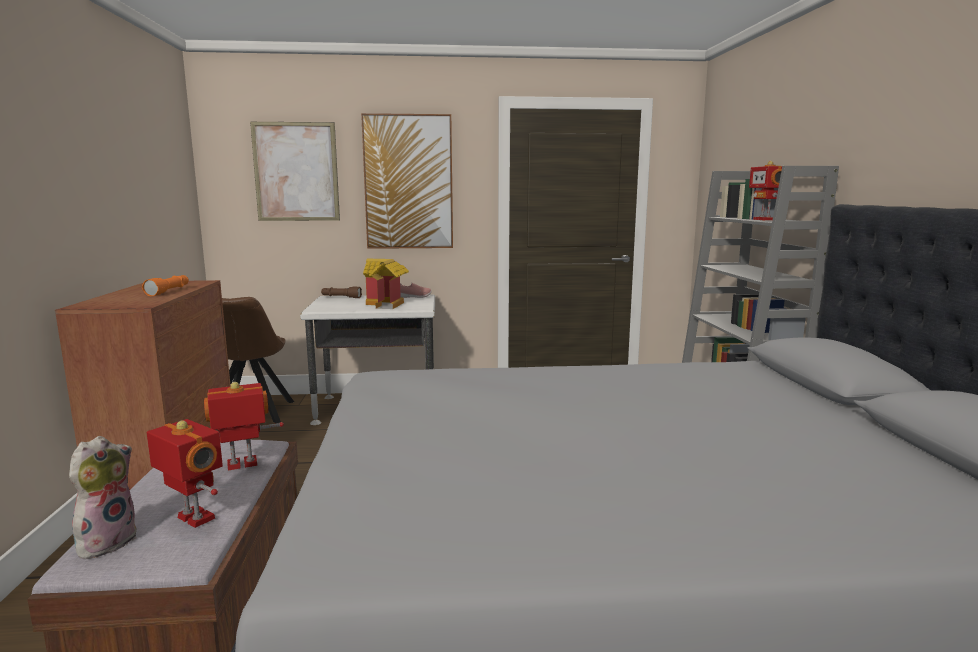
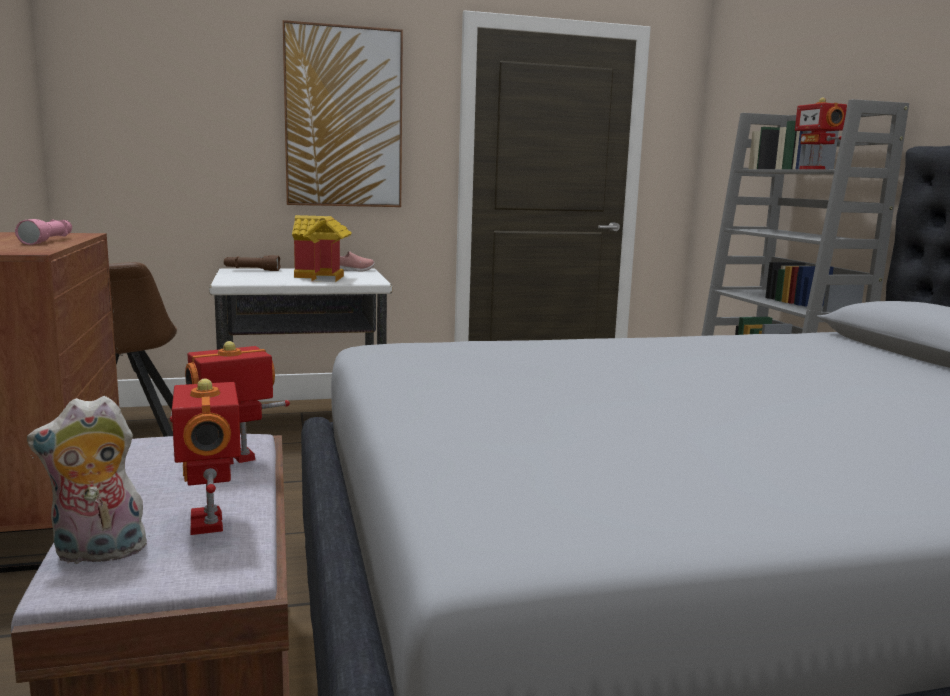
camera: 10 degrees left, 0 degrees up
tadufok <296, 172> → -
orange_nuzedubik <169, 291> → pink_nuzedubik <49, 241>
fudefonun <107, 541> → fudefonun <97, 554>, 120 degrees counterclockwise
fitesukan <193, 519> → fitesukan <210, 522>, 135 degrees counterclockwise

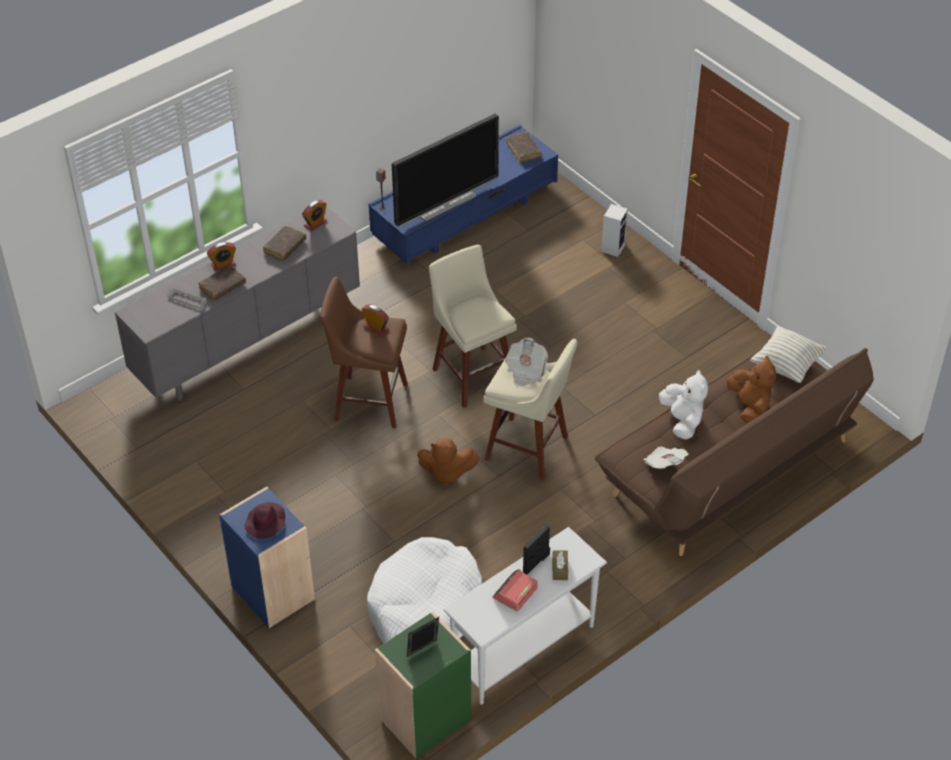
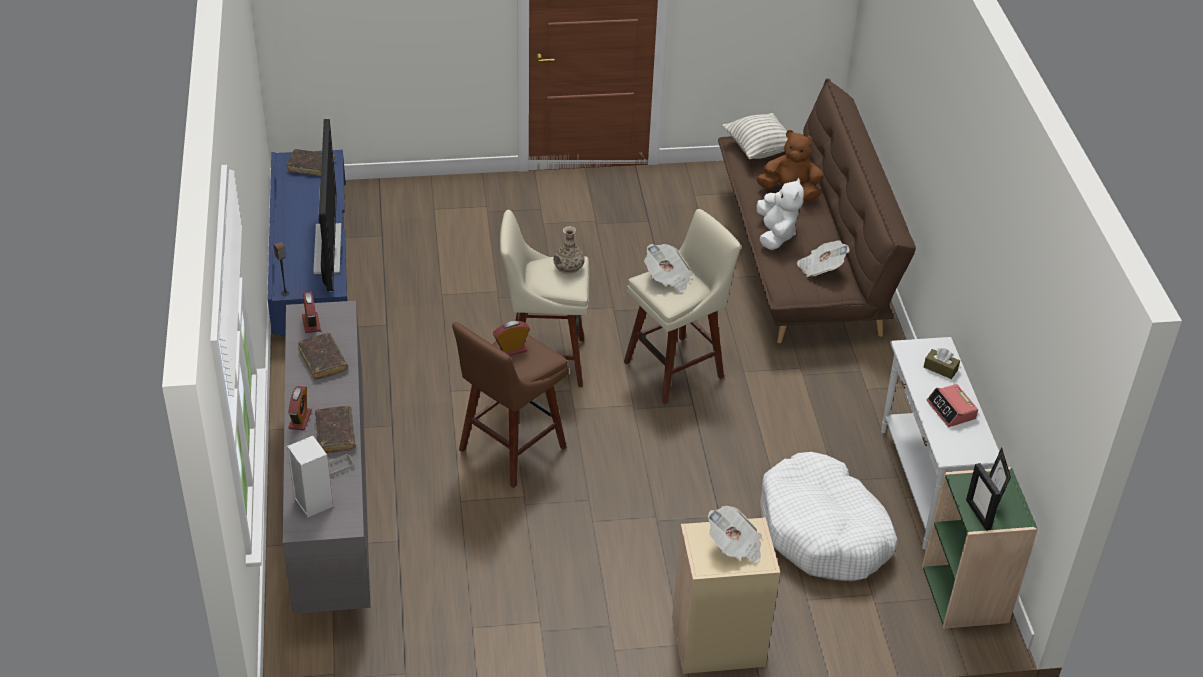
camera: 60 degrees left, 5 degrees down
brown_fudefonun <446, 472> → -
- → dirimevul <568, 267>
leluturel <536, 563> → leluturel <979, 514>, moved
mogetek <613, 247> → mogetek <311, 501>, moved
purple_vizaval <265, 523> → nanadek <735, 546>
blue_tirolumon <271, 592> → beige_tirolumon <717, 643>
white_fudefonun <682, 421> → white_fudefonun <775, 235>, 75 degrees clockwise

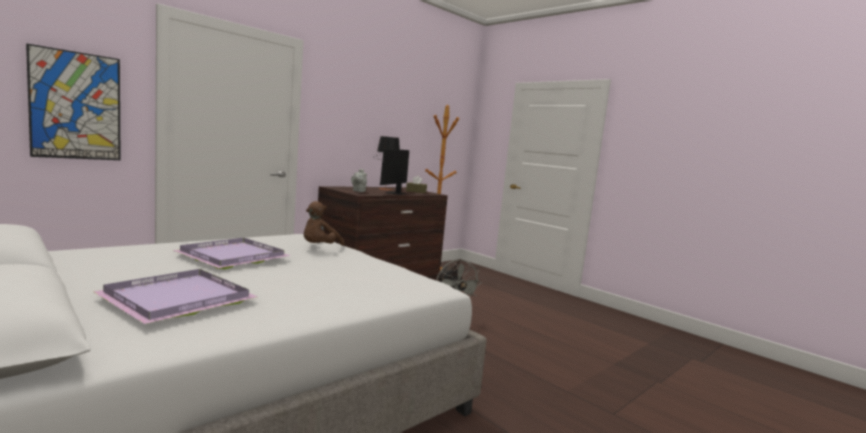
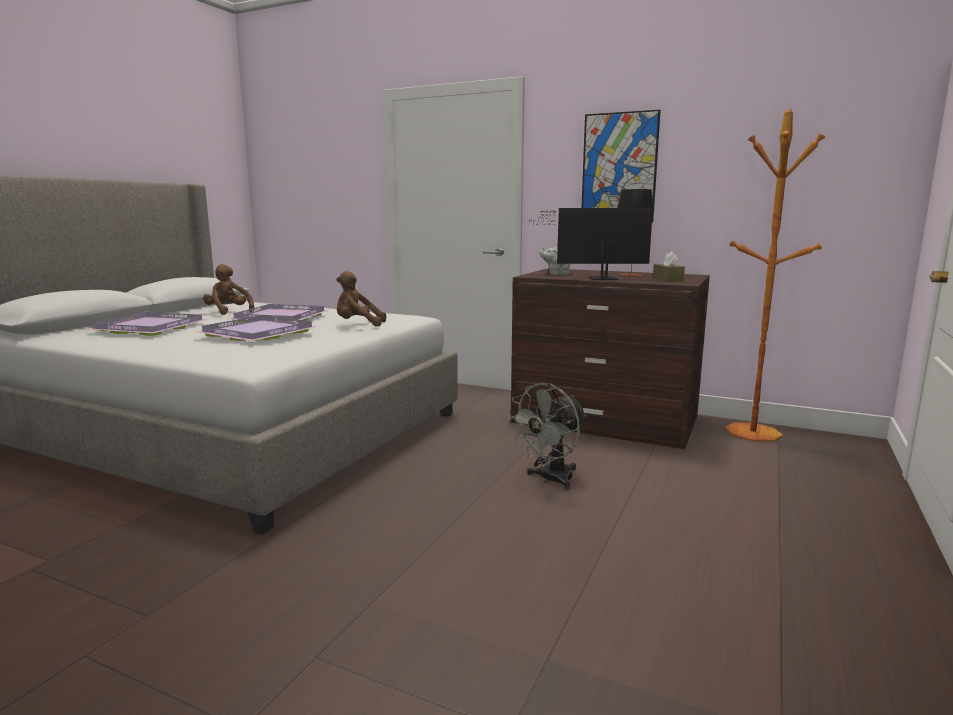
camera: 70 degrees right, 5 degrees up
- → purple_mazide <256, 333>
- → brown_fudefonun <229, 312>
tadufok <76, 106> → tadufok <619, 168>, moved

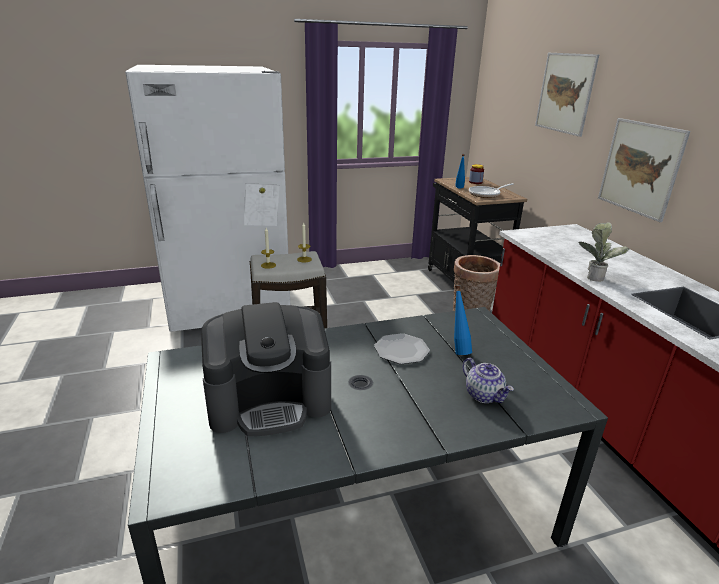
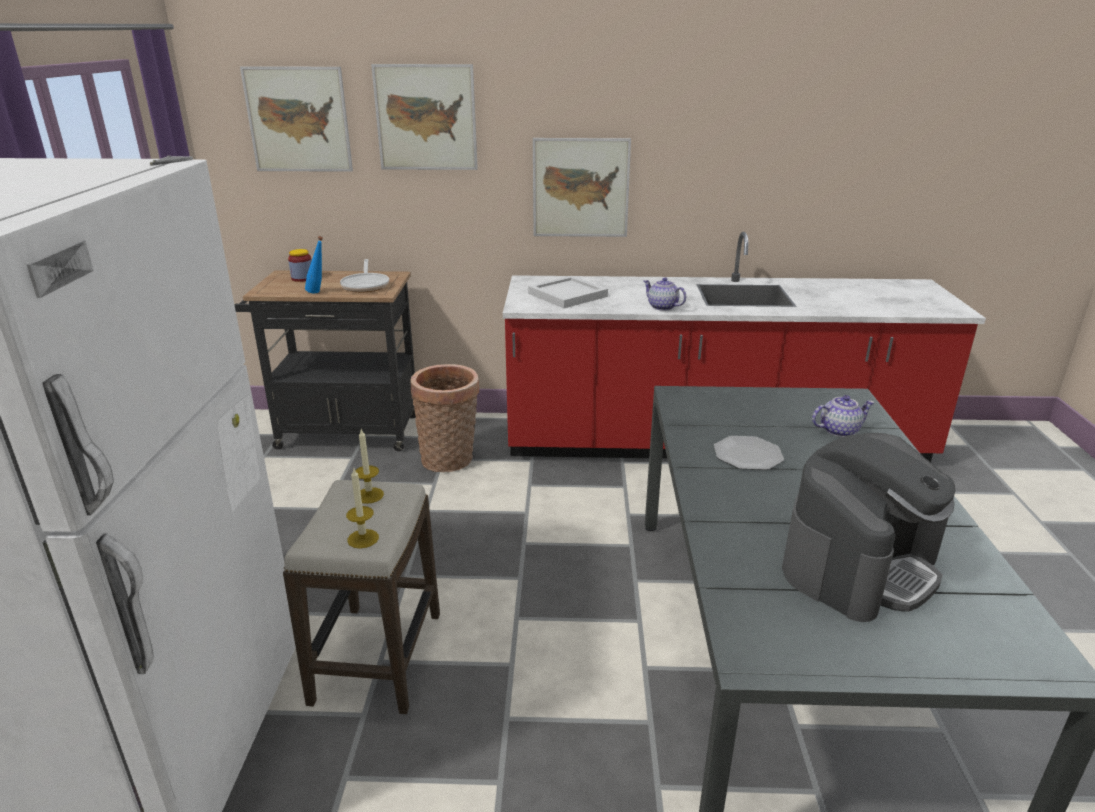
camera: 70 degrees left, 0 degrees up
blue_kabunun <458, 350> → -
- → tadufok <298, 120>
- → white_mazide <567, 294>
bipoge <594, 276> → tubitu <662, 307>
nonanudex <270, 400> → nonanudex <859, 565>, 45 degrees clockwise

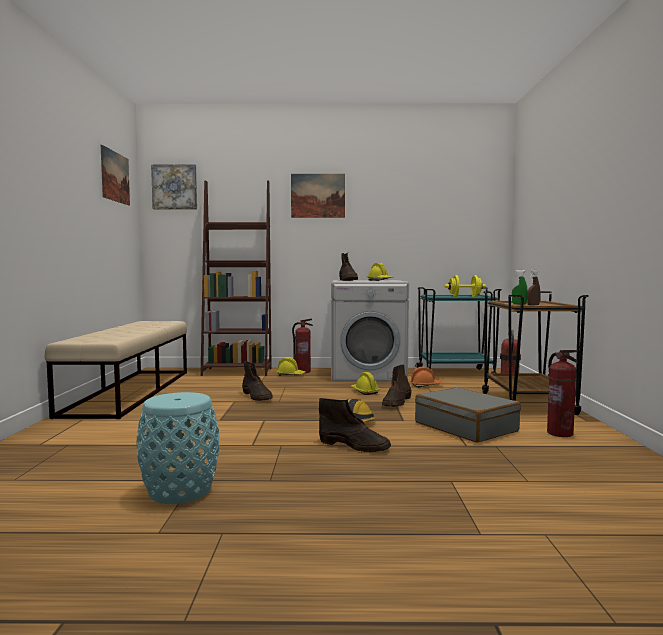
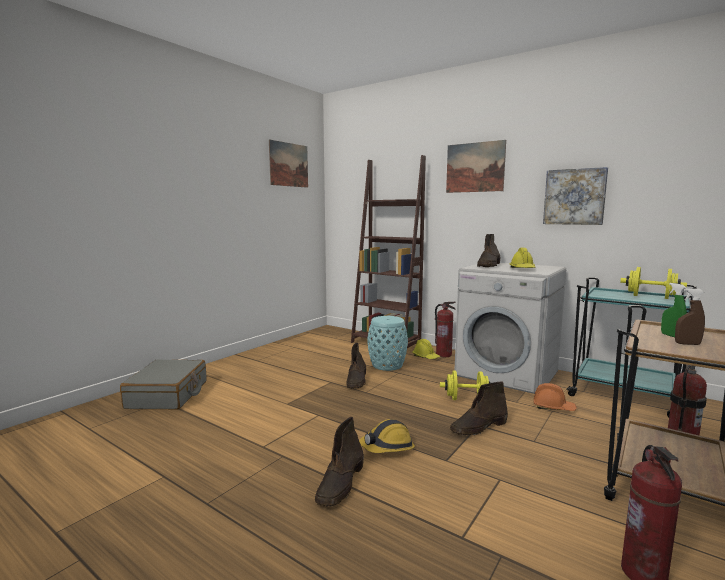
camera: 35 degrees right, 5 degrees up
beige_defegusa <131, 391> → -
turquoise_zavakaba <180, 491> → turquoise_zavakaba <387, 365>, moved
tadufok <175, 187> → tadufok <574, 197>, moved
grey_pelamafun <466, 427> → grey_pelamafun <168, 395>, moved
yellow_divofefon <364, 391> → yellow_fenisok <466, 399>
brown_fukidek <354, 446> → brown_fukidek <340, 484>, 45 degrees clockwise

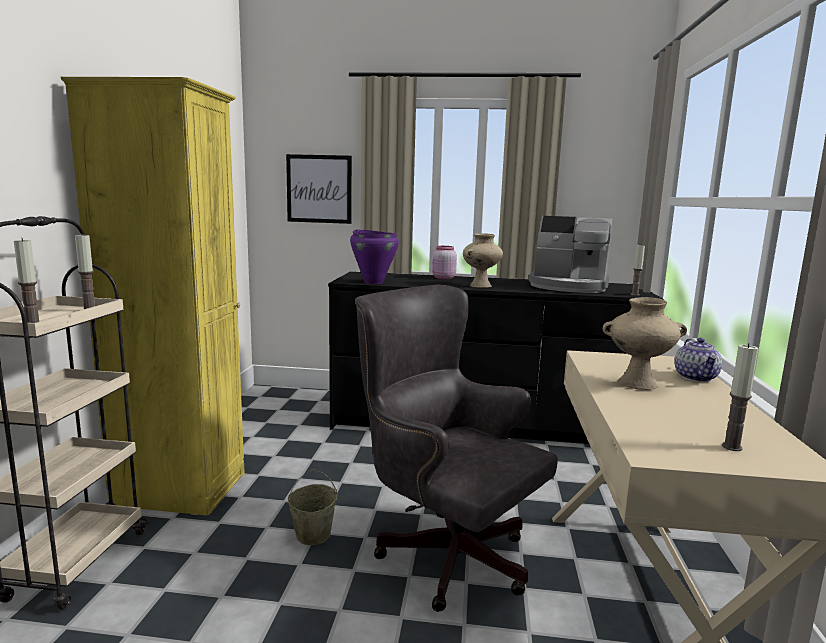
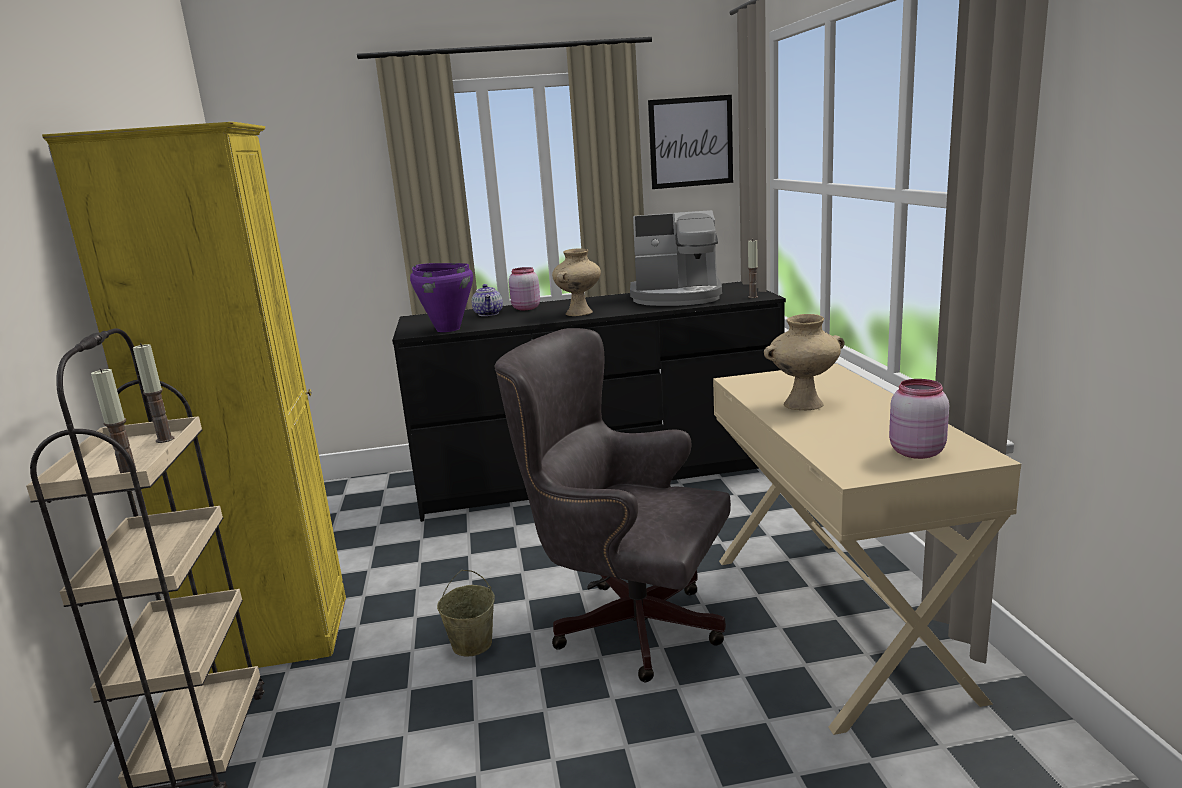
camera: 15 degrees left, 5 degrees up
tadufok <319, 189> → tadufok <691, 142>, moved
tubitu <696, 377> → tubitu <489, 314>, moved
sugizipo <732, 447> → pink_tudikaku <914, 452>

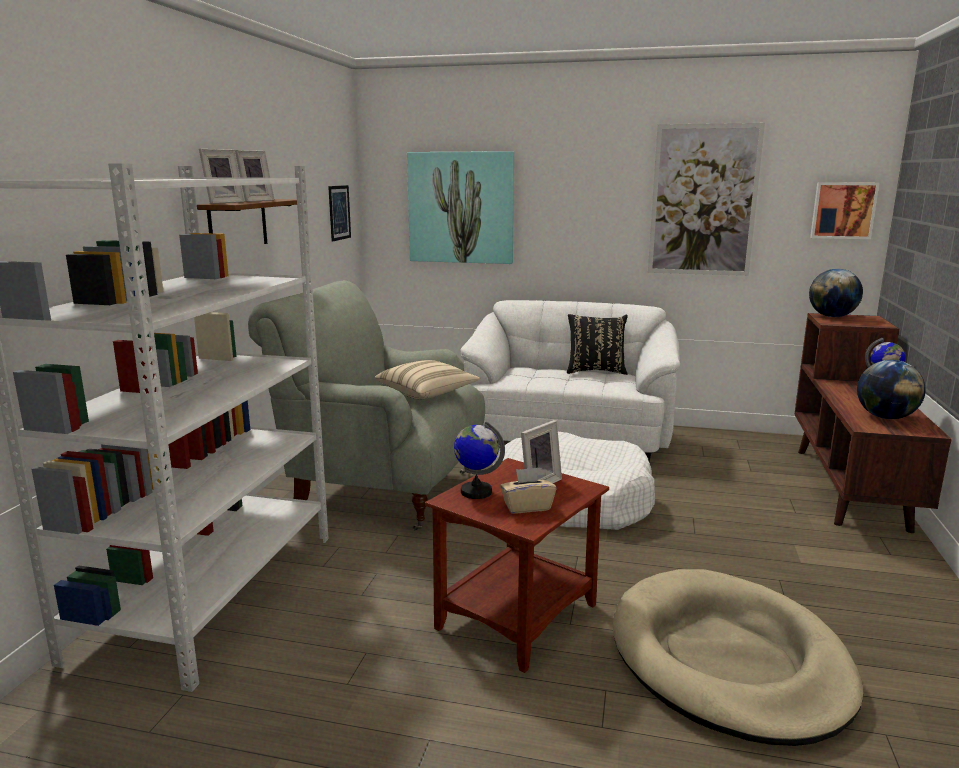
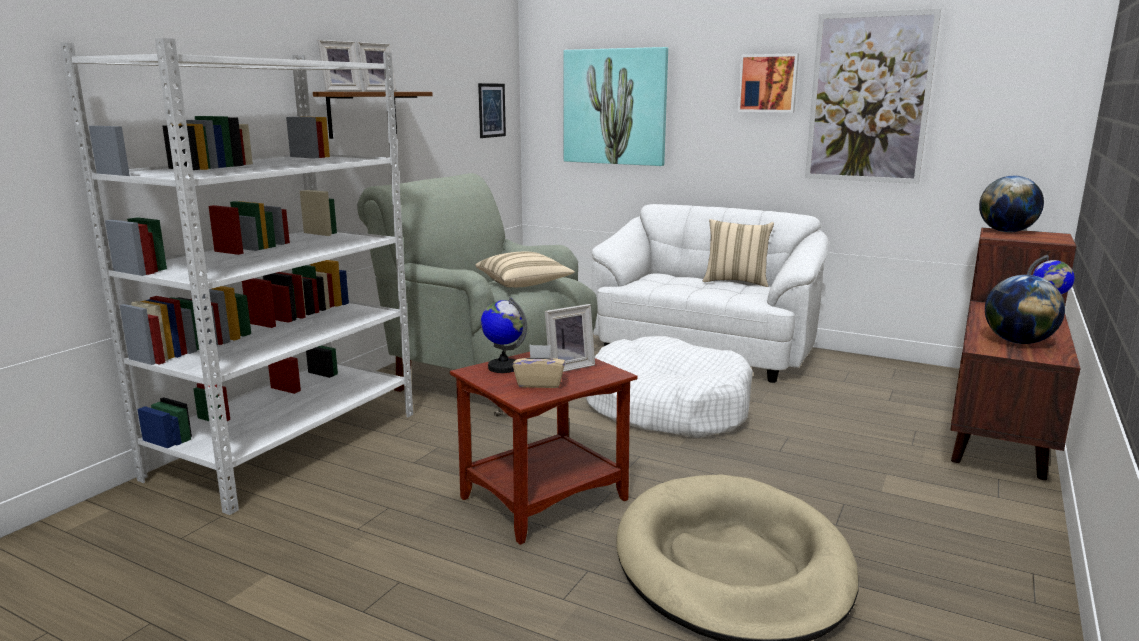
camera: 15 degrees right, 0 degrees up
tadufok <843, 210> → tadufok <768, 83>, moved
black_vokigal <595, 371> → beige_vokigal <736, 282>

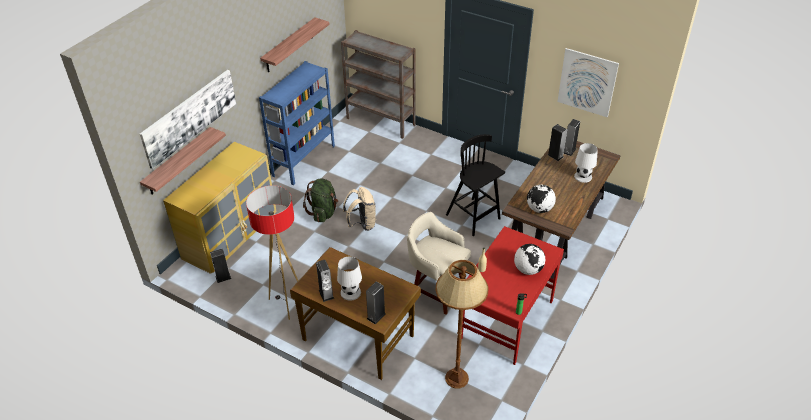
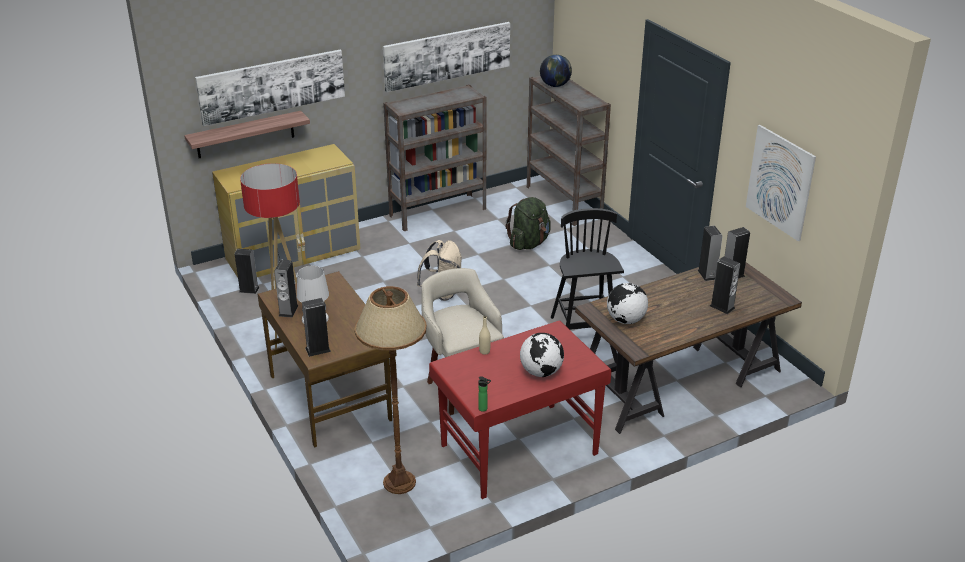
camera: 30 degrees right, 10 degrees down
- → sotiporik <555, 85>
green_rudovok <323, 212> → green_rudovok <529, 243>, moved
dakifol <289, 45> → tadufok <447, 55>
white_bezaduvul <583, 176> → mogetek <722, 307>
blue_tirolumon <304, 160> → grey_tirolumon <438, 212>

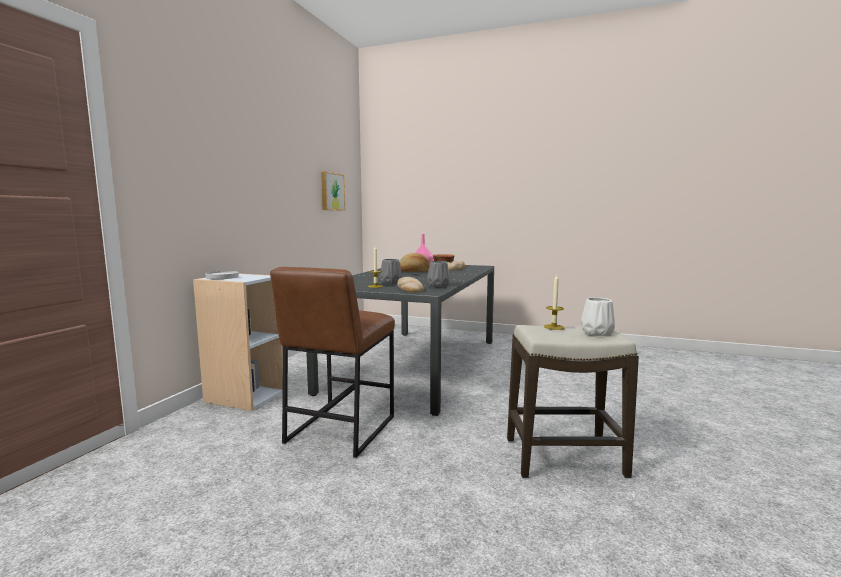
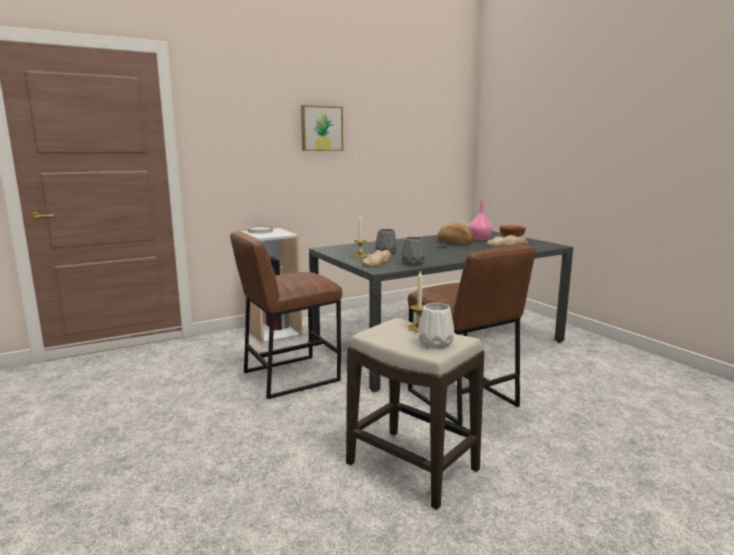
camera: 40 degrees right, 5 degrees up
- → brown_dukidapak <463, 399>
tadufok <331, 191> → tadufok <321, 128>, moved

